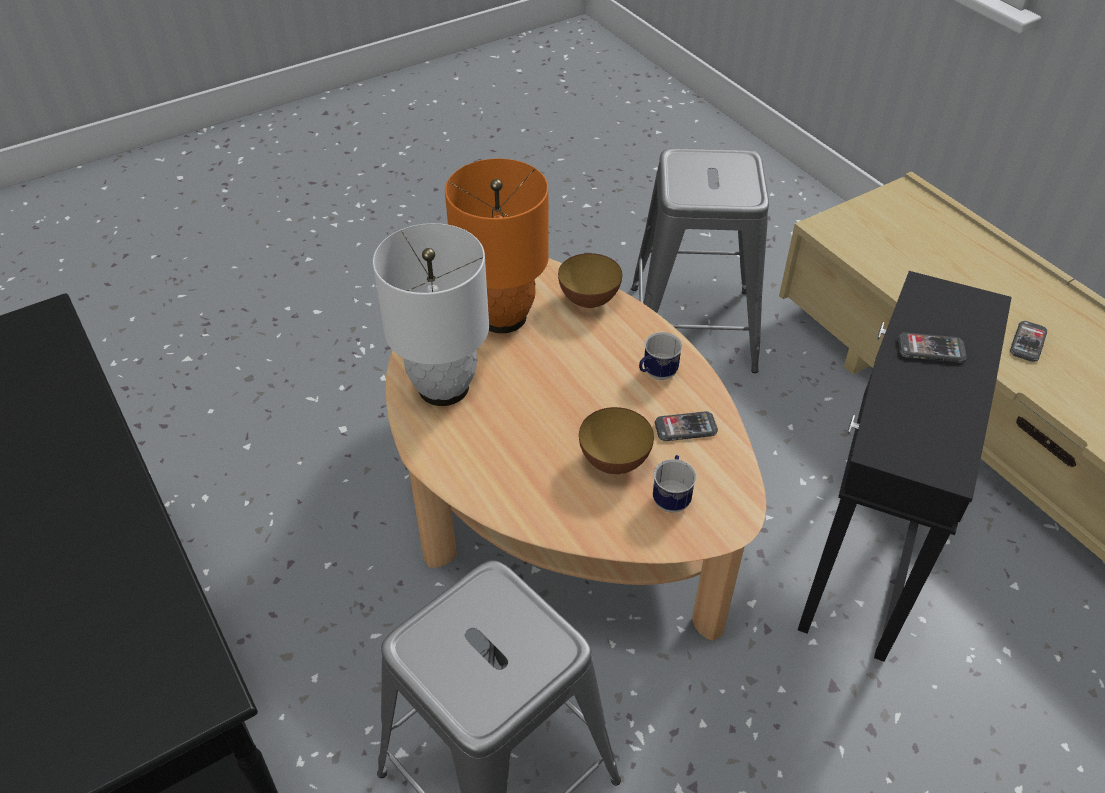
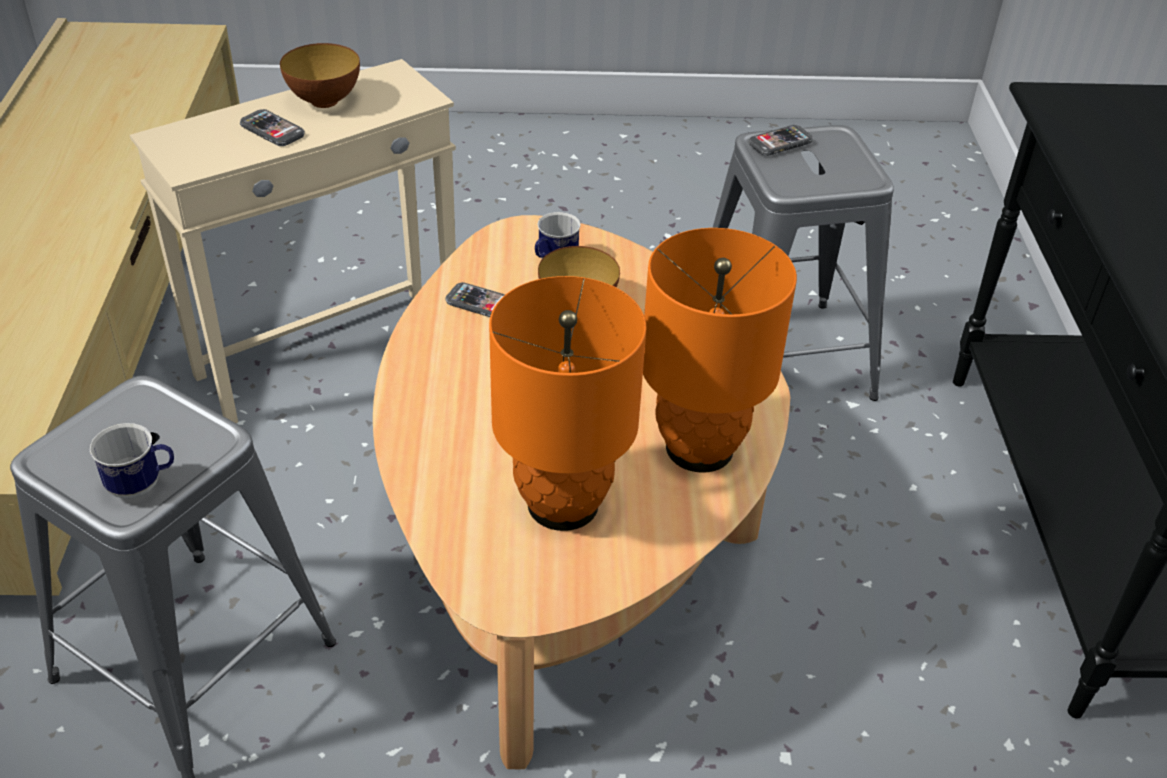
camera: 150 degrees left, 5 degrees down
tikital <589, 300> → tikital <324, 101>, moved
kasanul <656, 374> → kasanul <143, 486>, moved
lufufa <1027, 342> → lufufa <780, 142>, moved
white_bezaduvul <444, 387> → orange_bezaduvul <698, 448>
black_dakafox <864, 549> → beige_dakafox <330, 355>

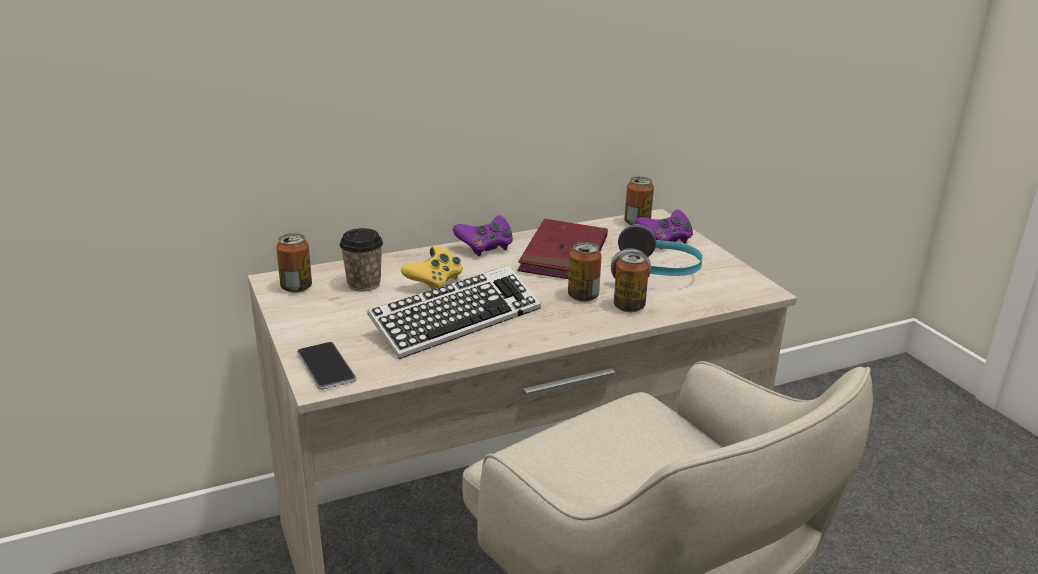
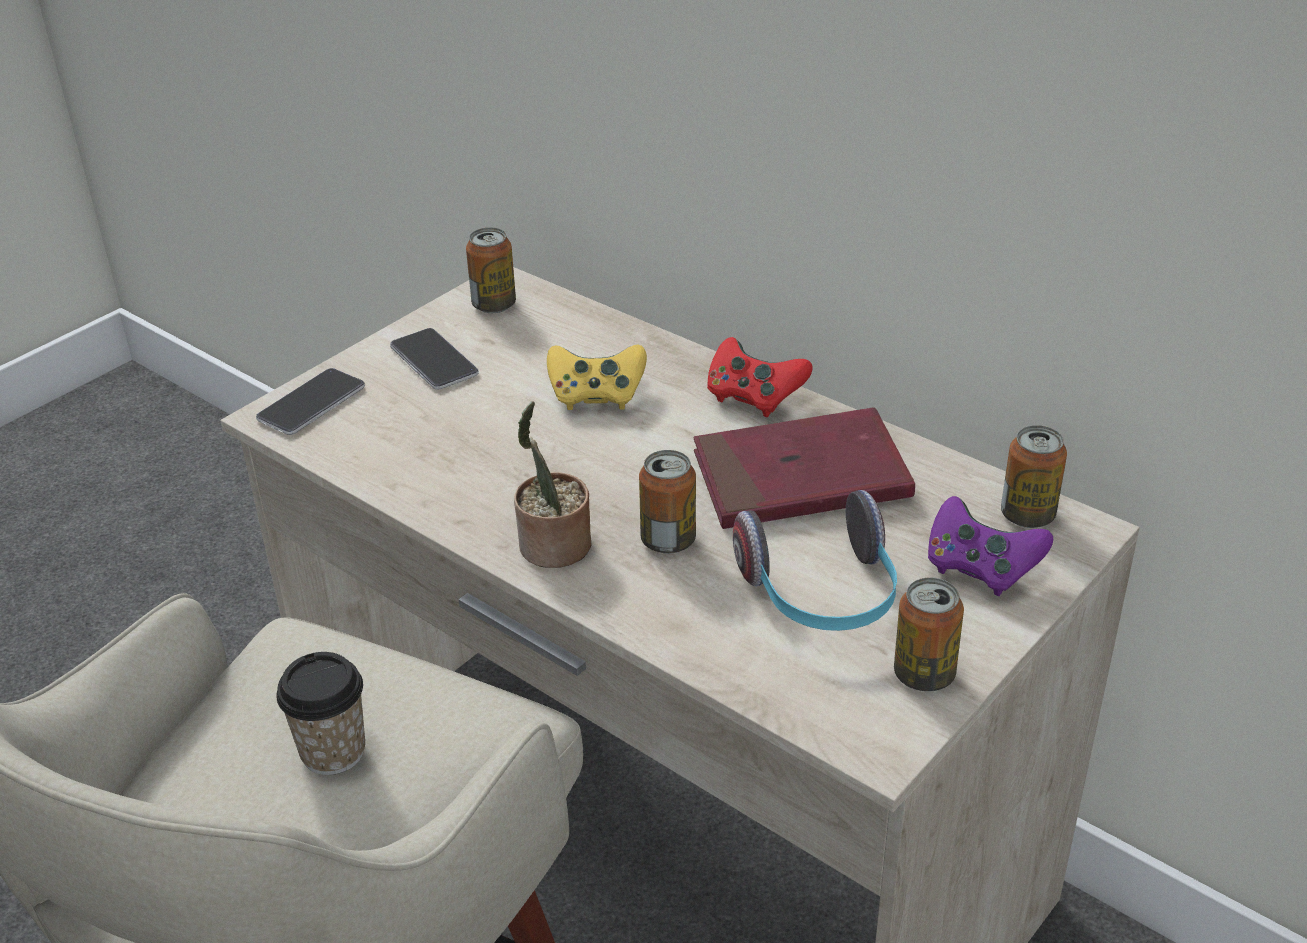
camera: 65 degrees right, 10 degrees up
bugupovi <456, 320> → -
- → lufufa <434, 361>
- → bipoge <553, 548>
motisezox <364, 284> → motisezox <333, 751>, moved
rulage <629, 307> → rulage <924, 675>, moved
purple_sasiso <485, 248> → red_sasiso <753, 397>

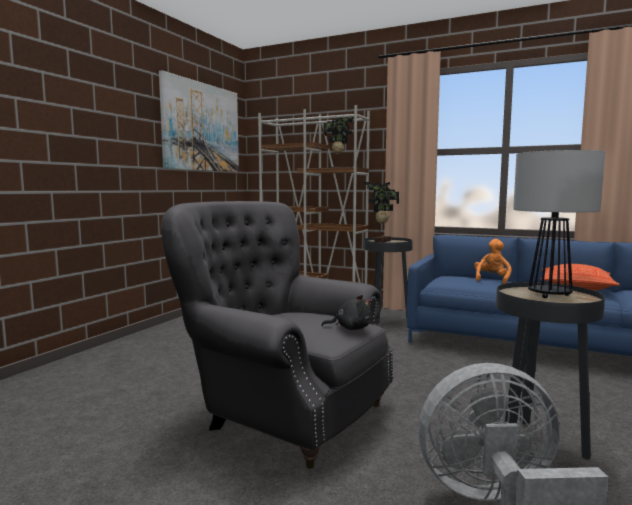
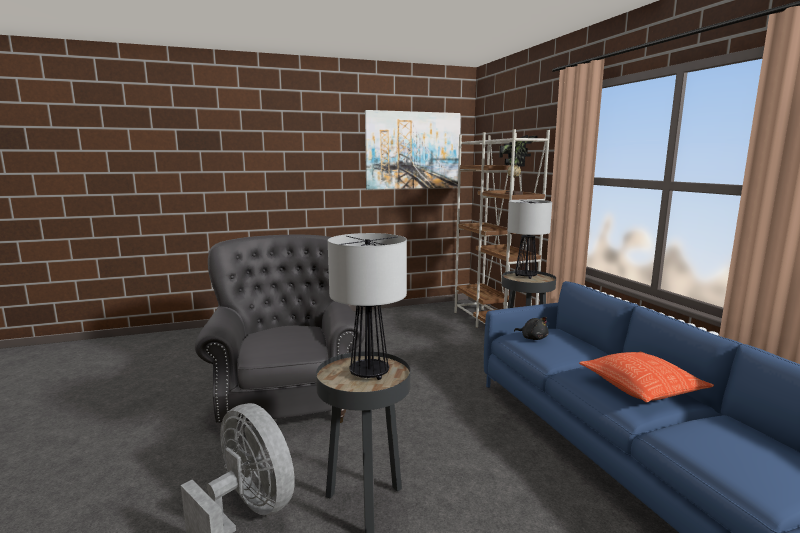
camera: 45 degrees right, 5 degrees up
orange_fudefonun <492, 280> → -
black_fudefonun <351, 328> → black_fudefonun <533, 338>, moved
bipoge <381, 241> → bezaduvul <525, 276>

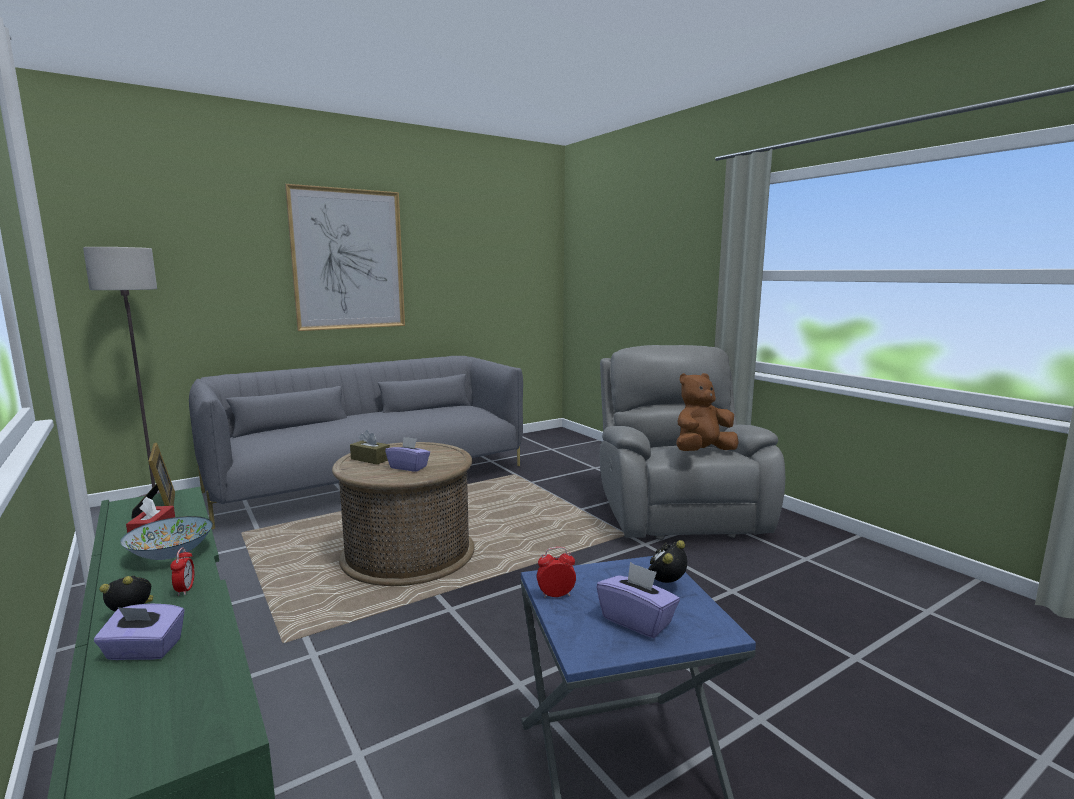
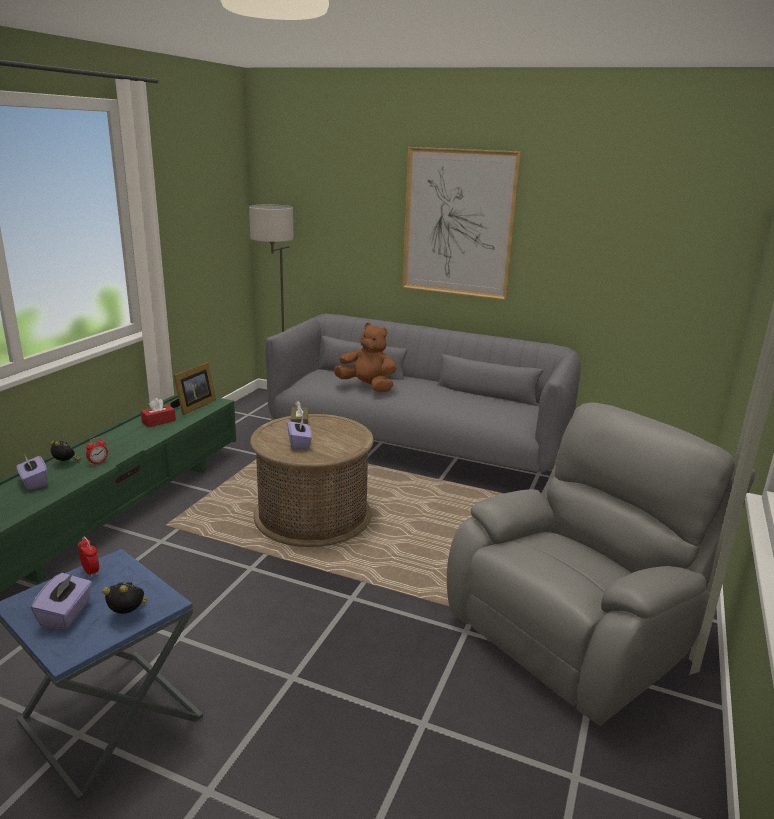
camera: 55 degrees right, 10 degrees up
tikital <171, 554> → -
brown_fudefonun <702, 452> → brown_fudefonun <367, 387>, moved

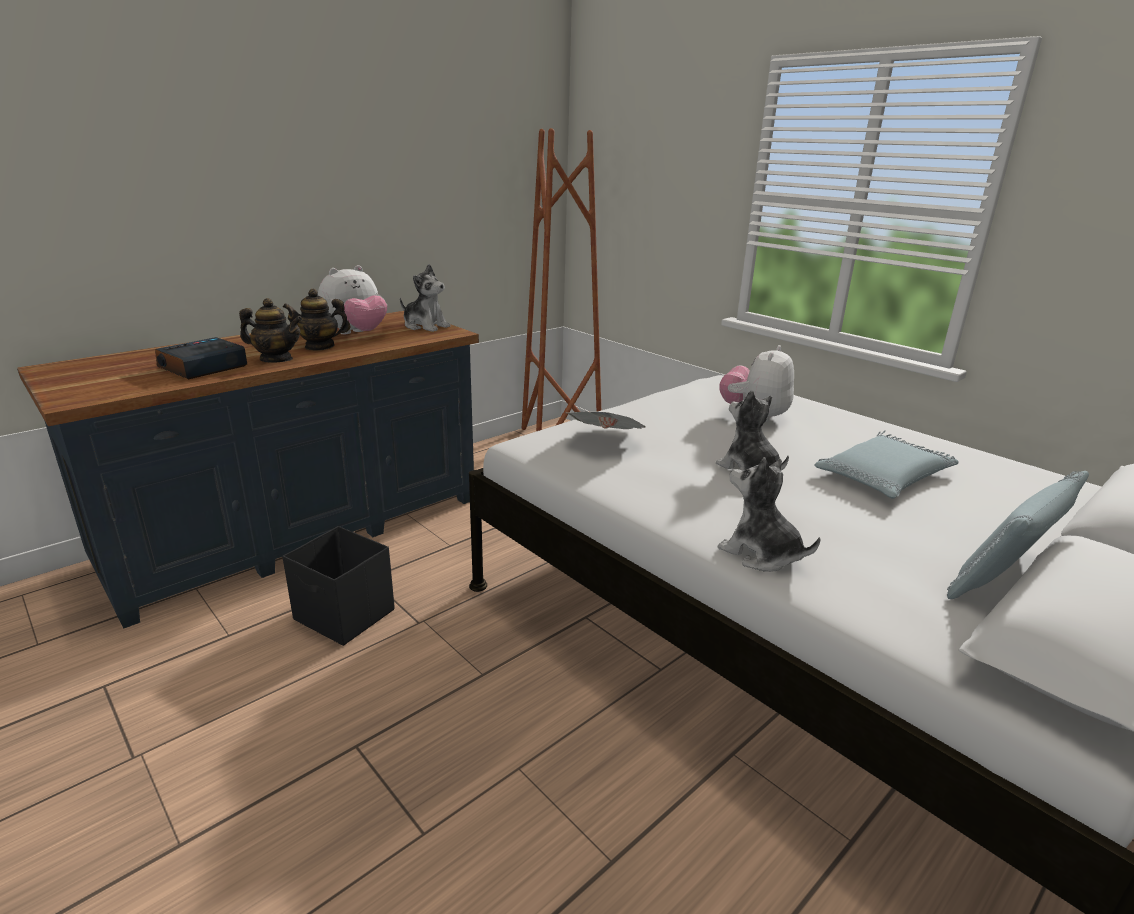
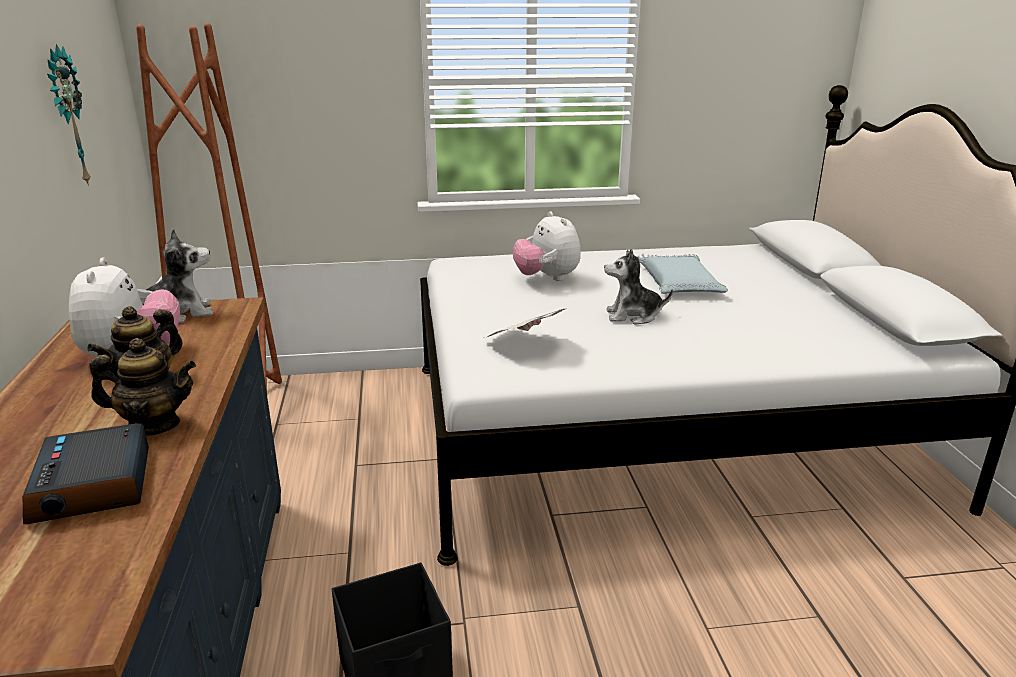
camera: 55 degrees left, 0 degrees up
fudefonun <760, 554> → -
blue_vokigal <1002, 578> → -
- → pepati <66, 117>
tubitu <276, 359> → tubitu <154, 425>, 45 degrees clockwise

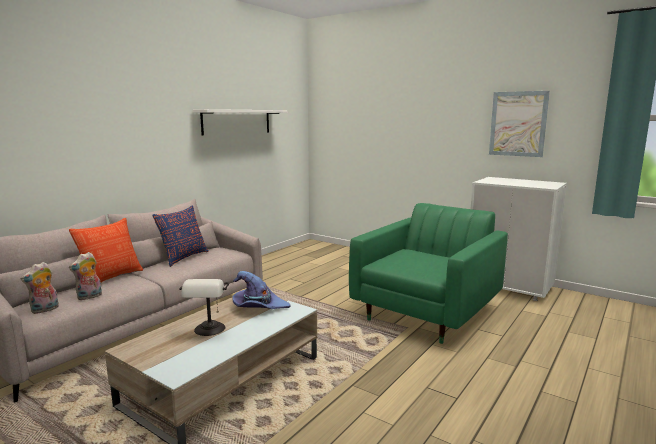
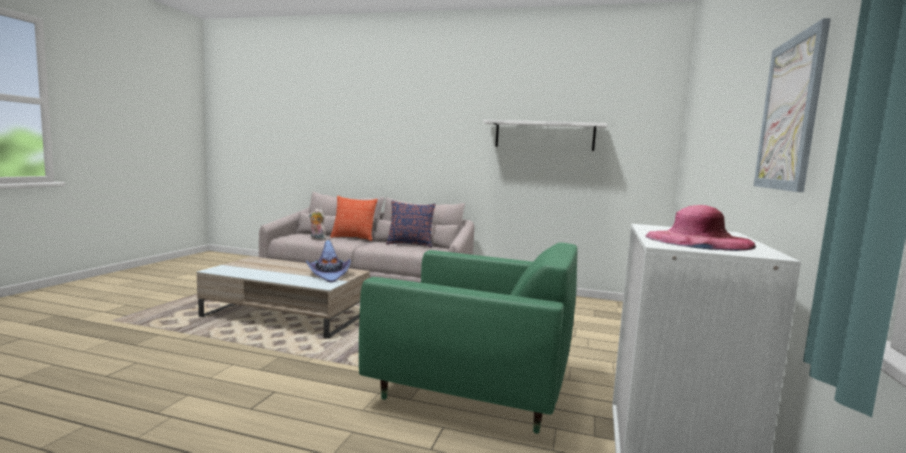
camera: 70 degrees right, 5 degrees down
fudefonun <45, 310> → -
bezaduvul <209, 331> → -
- → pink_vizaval <698, 241>

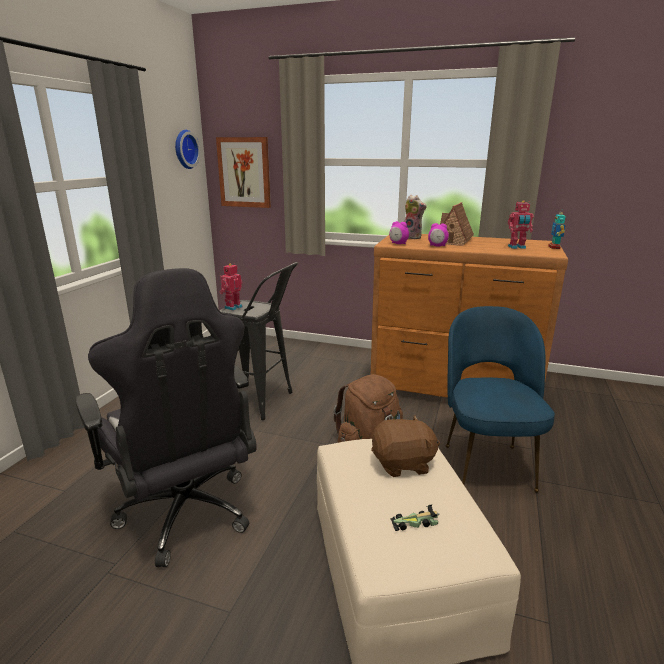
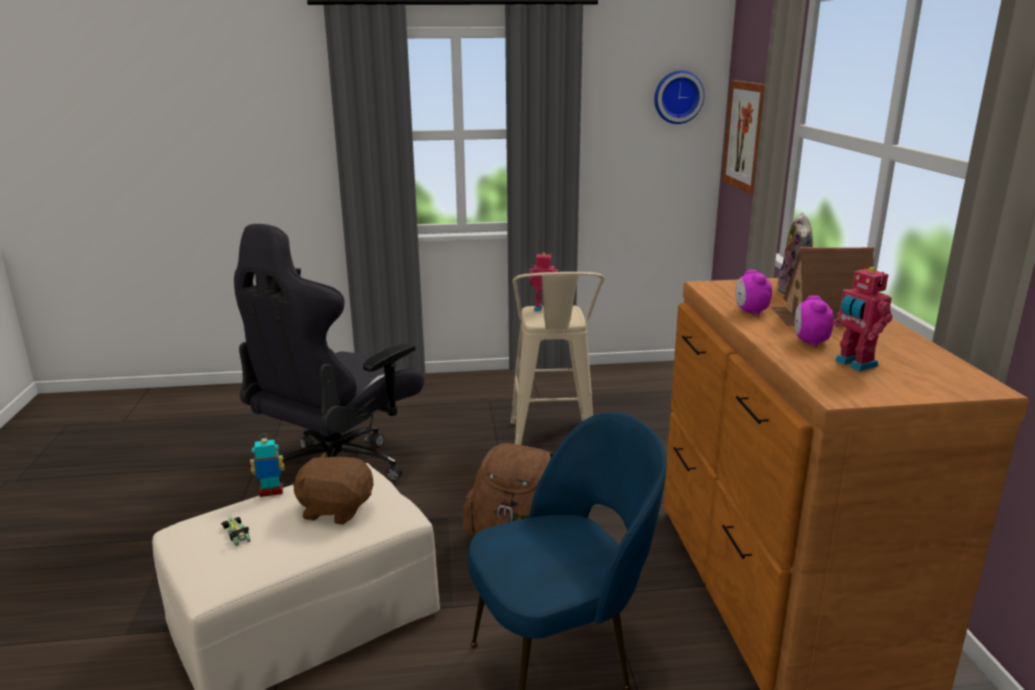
camera: 65 degrees right, 0 degrees up
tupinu <398, 244> → tupinu <810, 342>, moved
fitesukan <554, 247> → fitesukan <271, 492>, moved
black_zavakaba <261, 402> → beige_zavakaba <552, 444>
brown_fudefonun <403, 464> → brown_fudefonun <336, 509>, 135 degrees clockwise

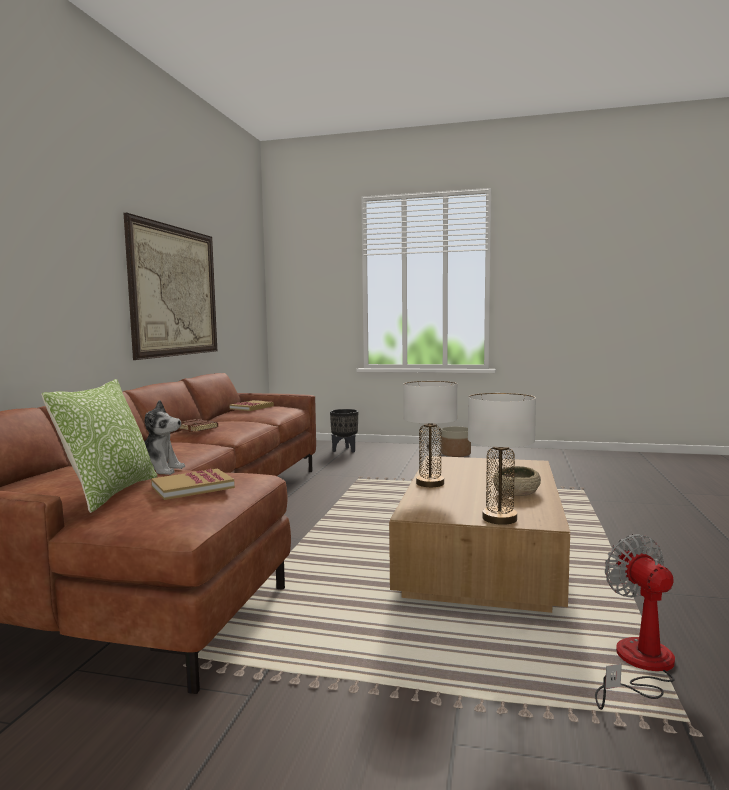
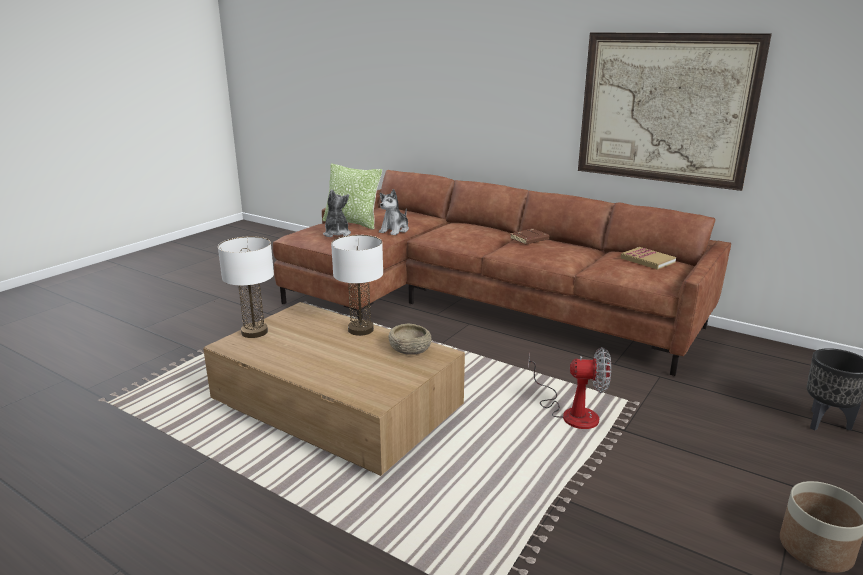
camera: 110 degrees right, 15 degrees up
beige_tikital <516, 492> → beige_tikital <409, 348>, moved
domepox <638, 666> → domepox <571, 412>, moved
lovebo <192, 487> → fudefonun <336, 233>

